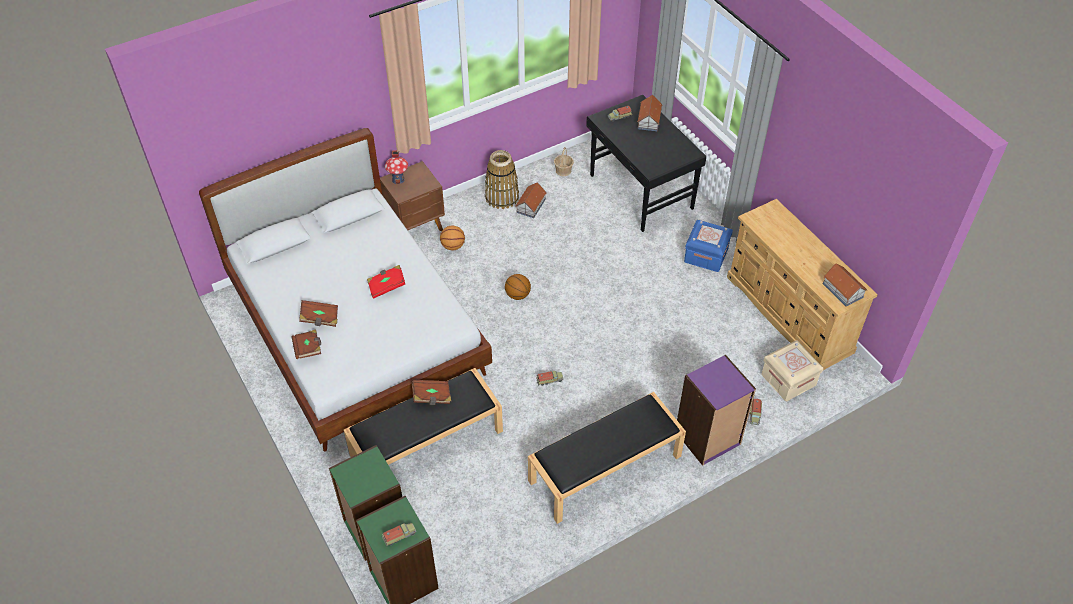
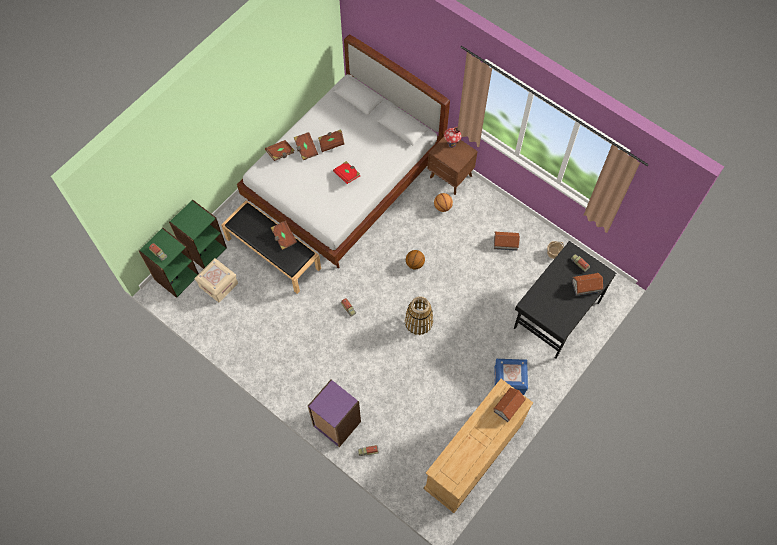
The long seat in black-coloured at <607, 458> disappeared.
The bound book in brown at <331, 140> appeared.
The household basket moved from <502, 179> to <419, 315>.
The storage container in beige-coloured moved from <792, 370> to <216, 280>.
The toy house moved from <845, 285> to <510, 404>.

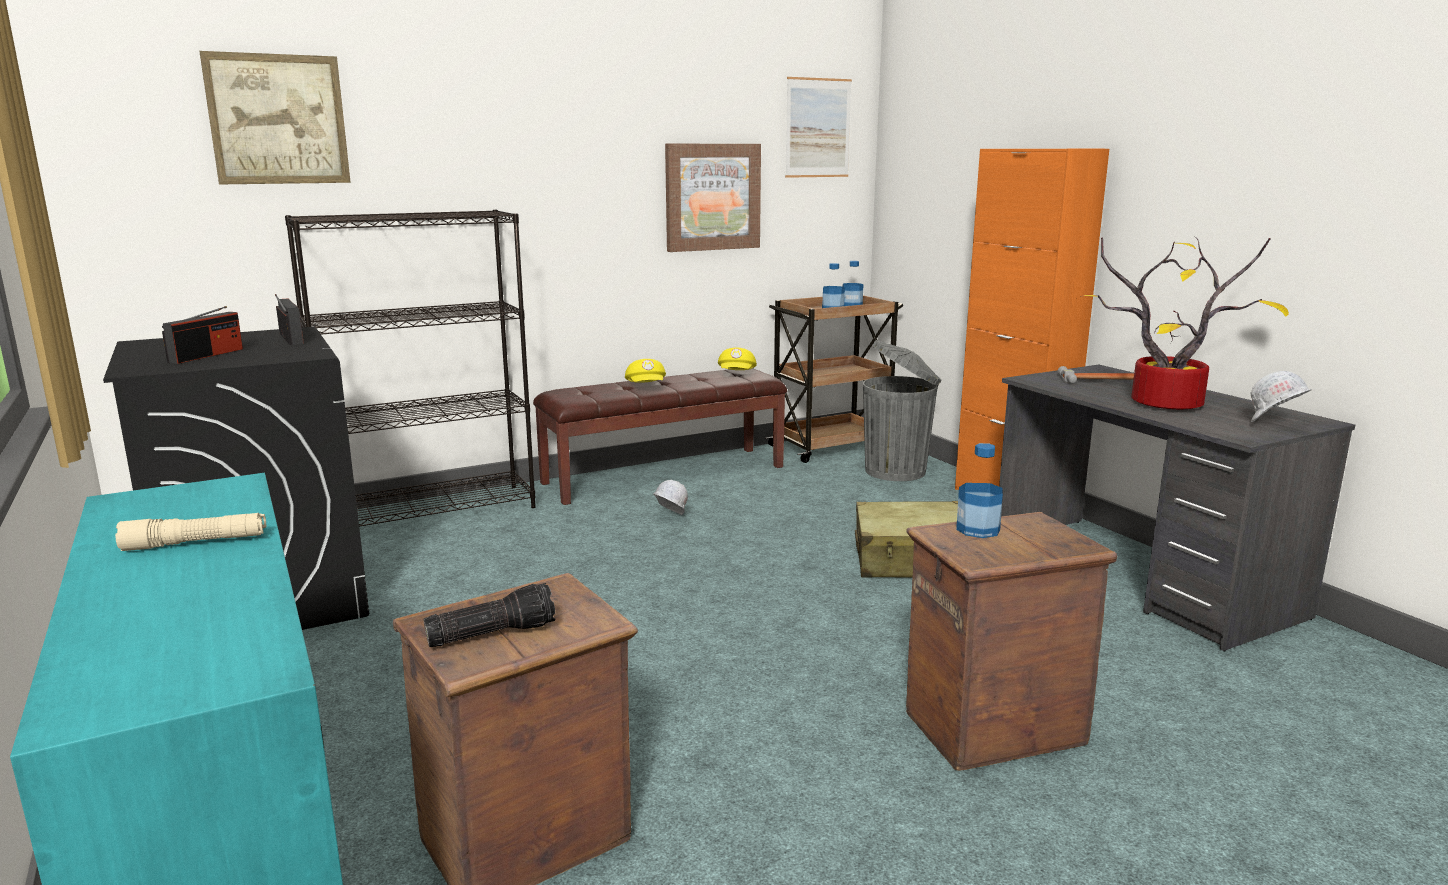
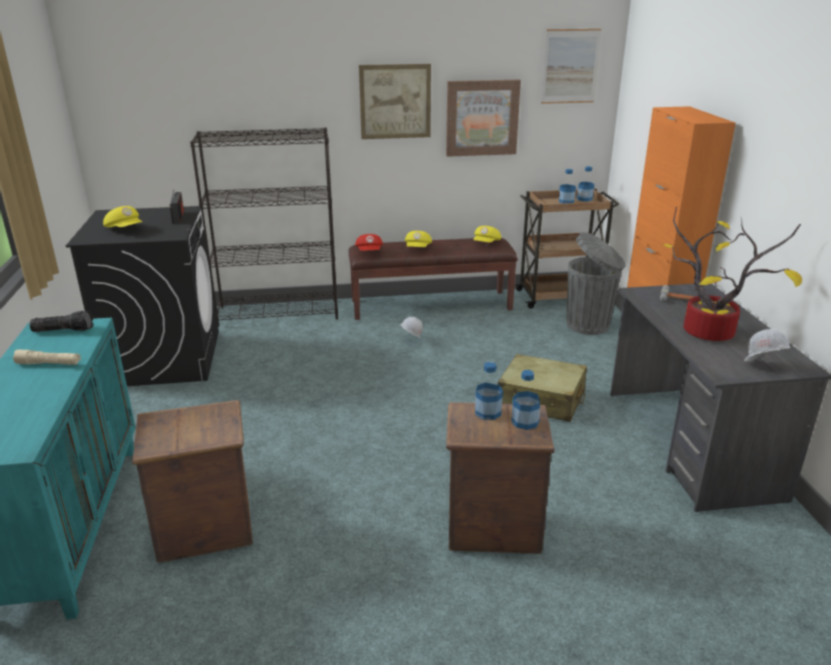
The cap in reddish at <369, 242> appeared.
The drink bottle at <525, 400> appeared.
The picture moved from <275, 118> to <395, 101>.
The flashlight moved from <489, 615> to <61, 321>.
The radio receiver at <202, 335> was replaced by the cap in yellowish at <122, 216>.

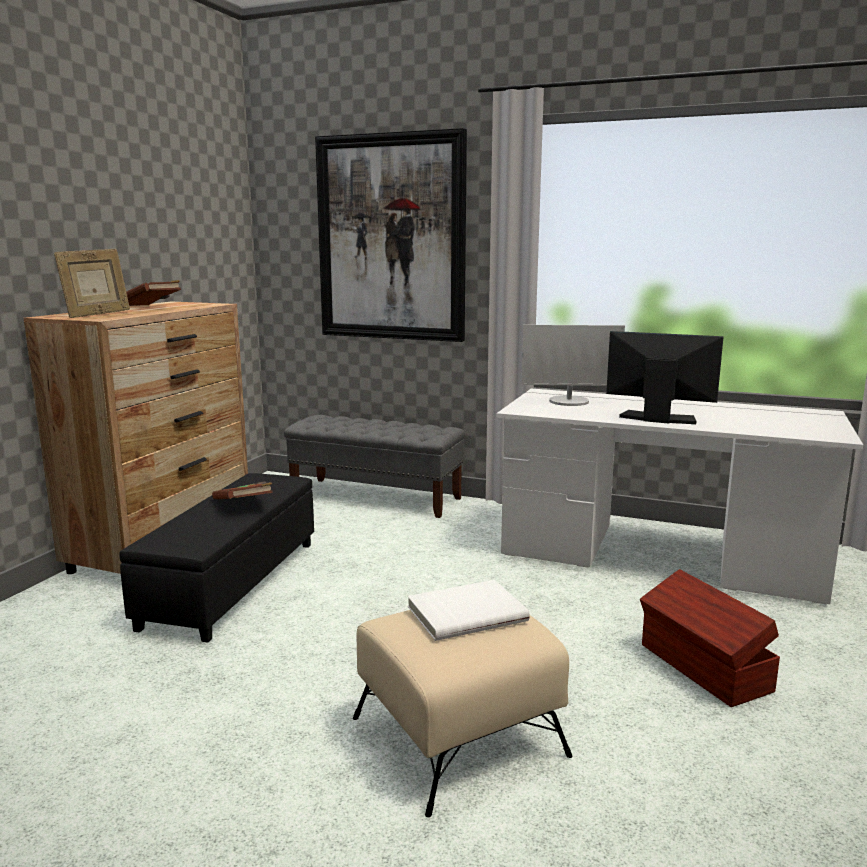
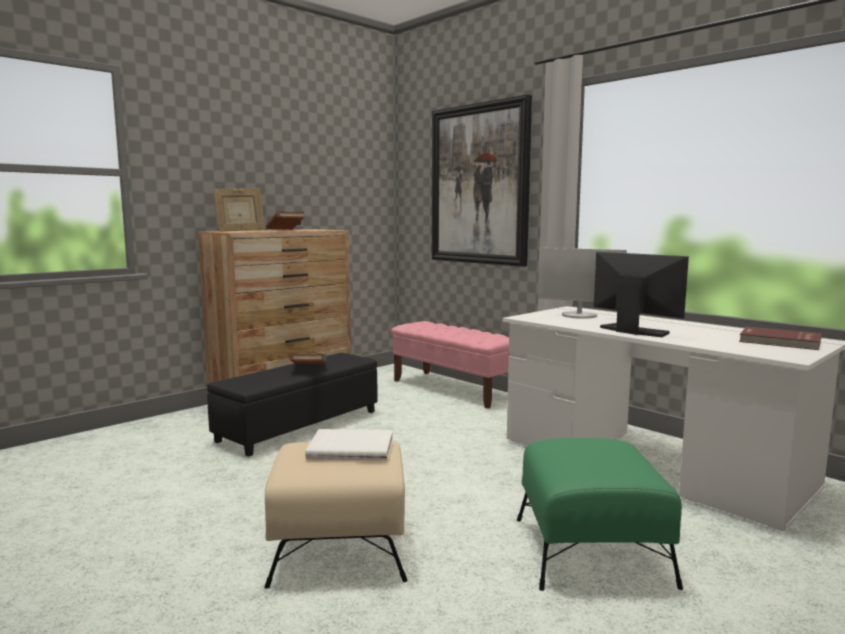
The bound book in reddish at <780, 338> appeared.
The storage container in brown at <710, 638> was replaced by the footrest in green-coloured at <600, 514>.
The long seat in greyish at <374, 466> became the long seat in pink-coloured at <450, 365>.

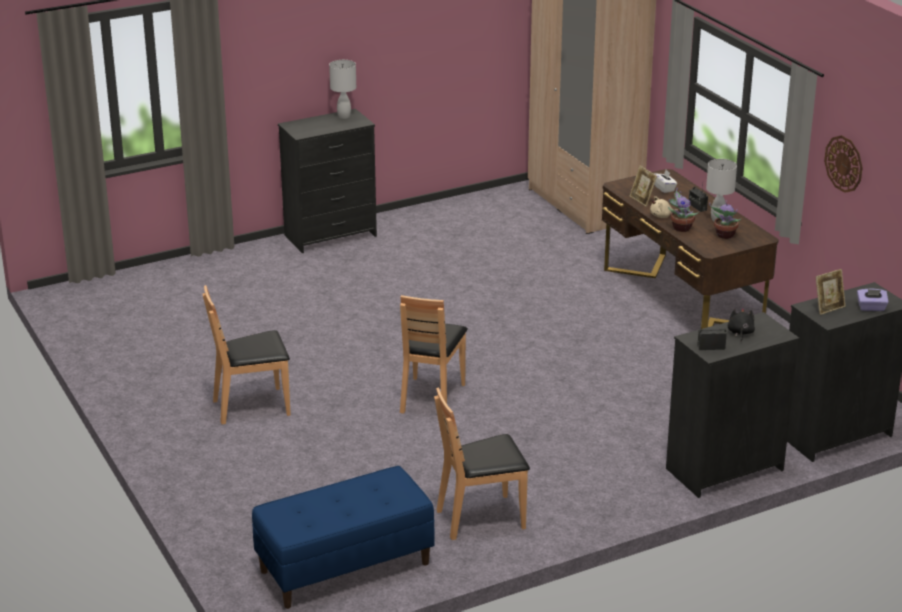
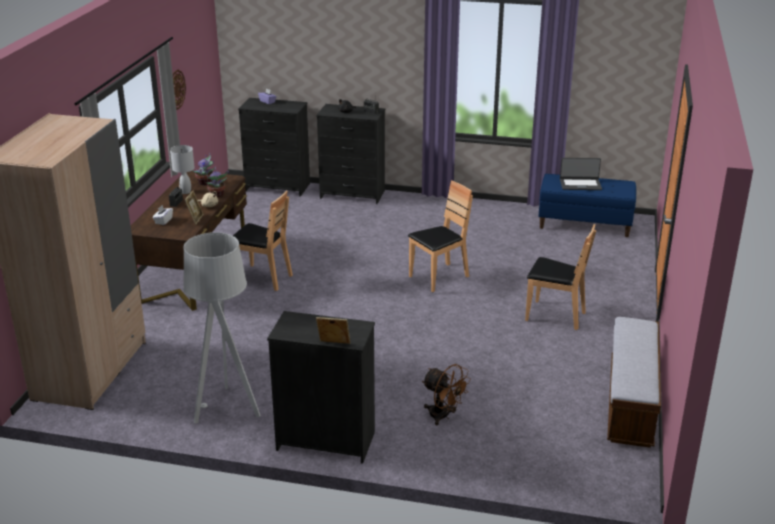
The table lamp in white at <342, 89> disappeared.
The standing lamp in greyish at <222, 327> appeared.
The fan in brown at <446, 394> appeared.
The notebook computer at <581, 174> appeared.
The long seat at <634, 382> appeared.
The upright chair in brown moved from <482, 463> to <263, 241>.
The photo frame moved from <831, 292> to <333, 330>.

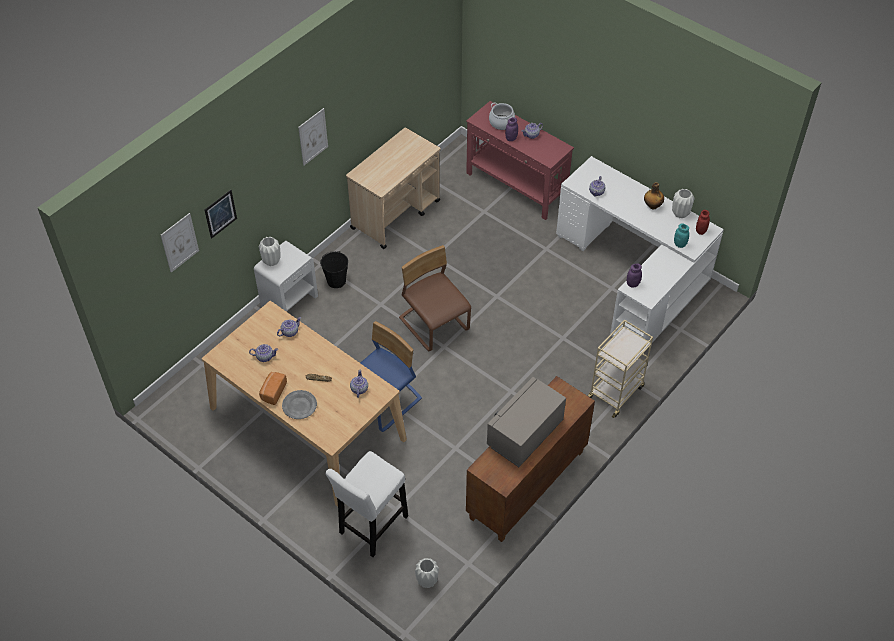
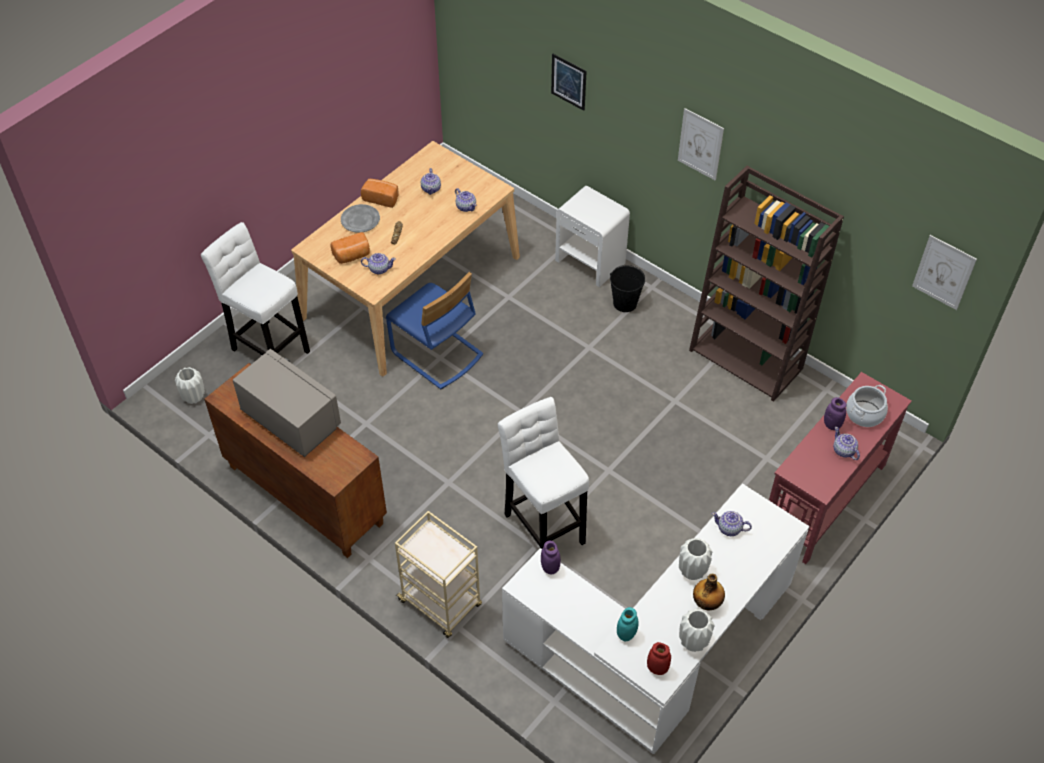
The upright chair in brown at <435, 298> disappeared.
The baked bread at <350, 248> appeared.
The stool seat in white at <543, 473> appeared.
The picture moved from <180, 243> to <944, 272>.
The vase in white moved from <270, 251> to <696, 559>.
The trolley in beige-coloured at <393, 188> was replaced by the shelving unit in brown at <766, 284>.

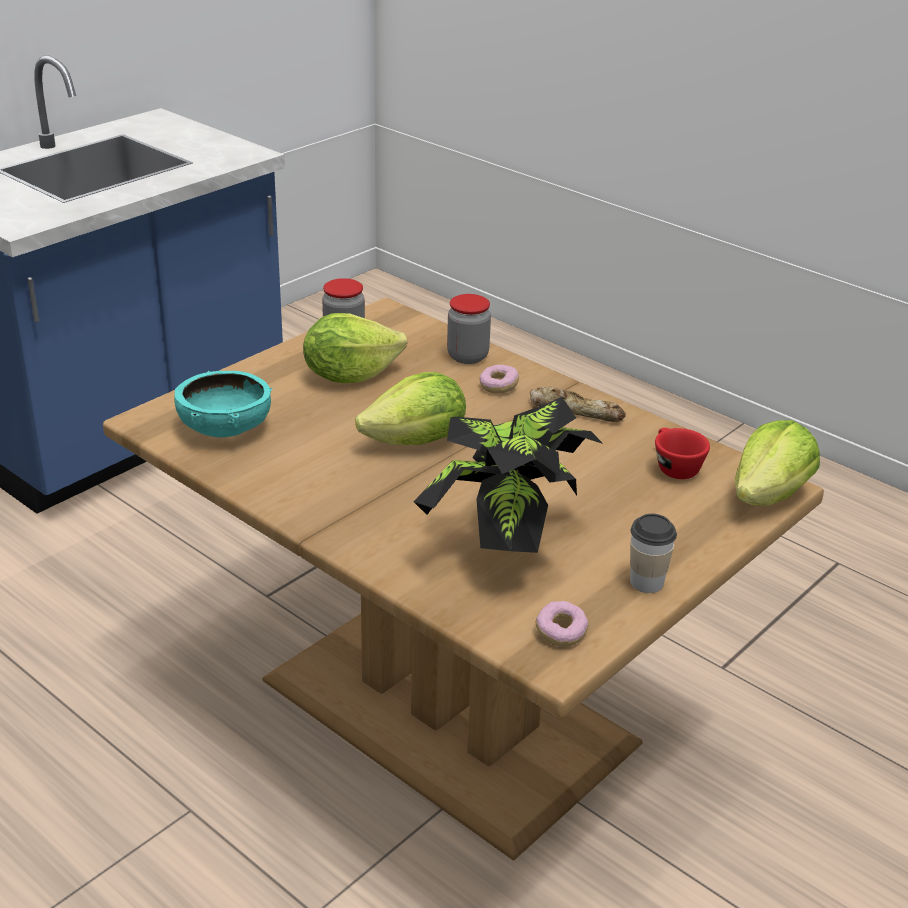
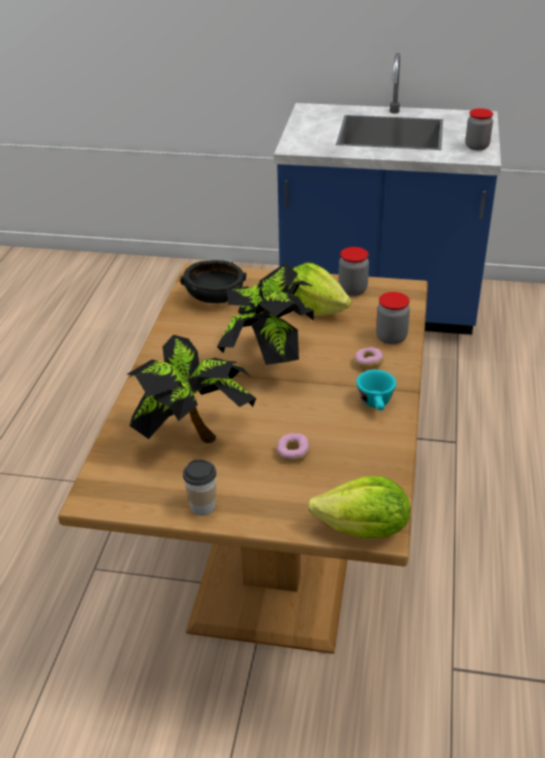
The cup in reddish at <682, 453> disappeared.
The preserve jar at <479, 129> appeared.
The ring doughnut moved from <562, 624> to <293, 447>.
The lettuce head at <410, 408> was replaced by the plant in a pot at <265, 314>.
The baked bread at <578, 404> was replaced by the cup in turquoise-coloured at <376, 390>.
The deep dish in turquoise-coloured at <223, 404> became the deep dish in black-coloured at <213, 281>.

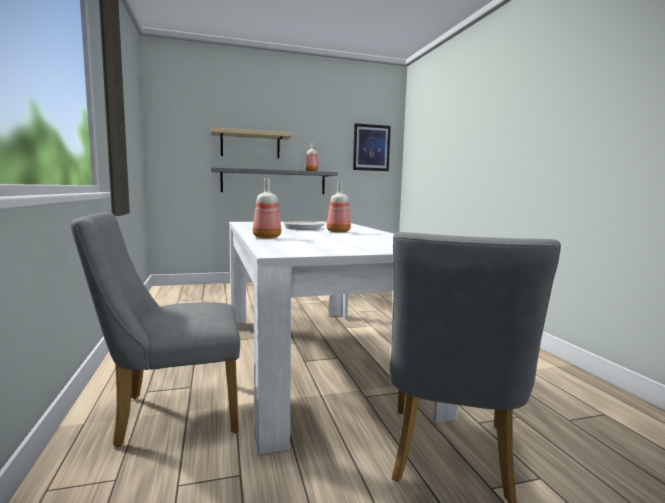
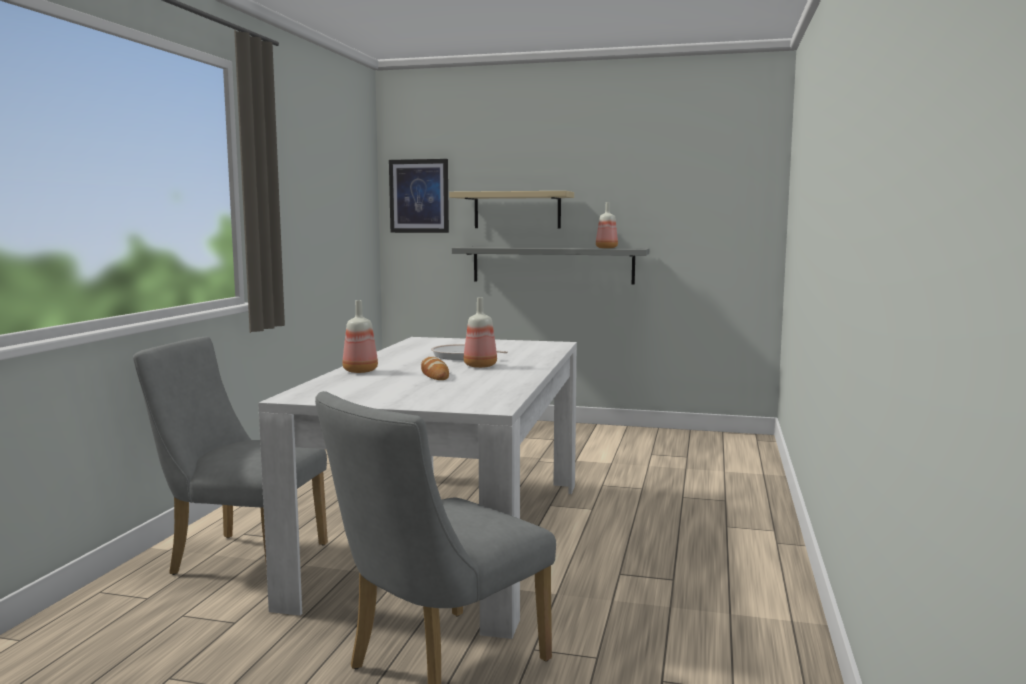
The baked bread at <435, 368> appeared.
The picture moved from <372, 147> to <419, 196>.

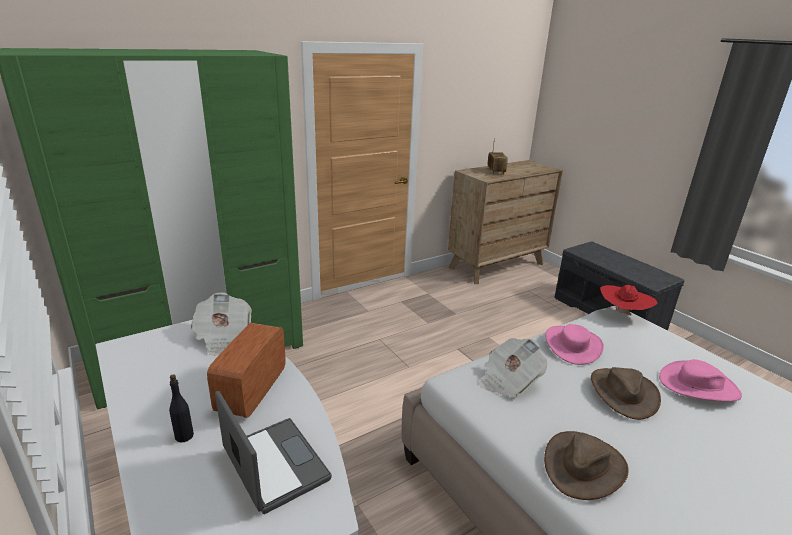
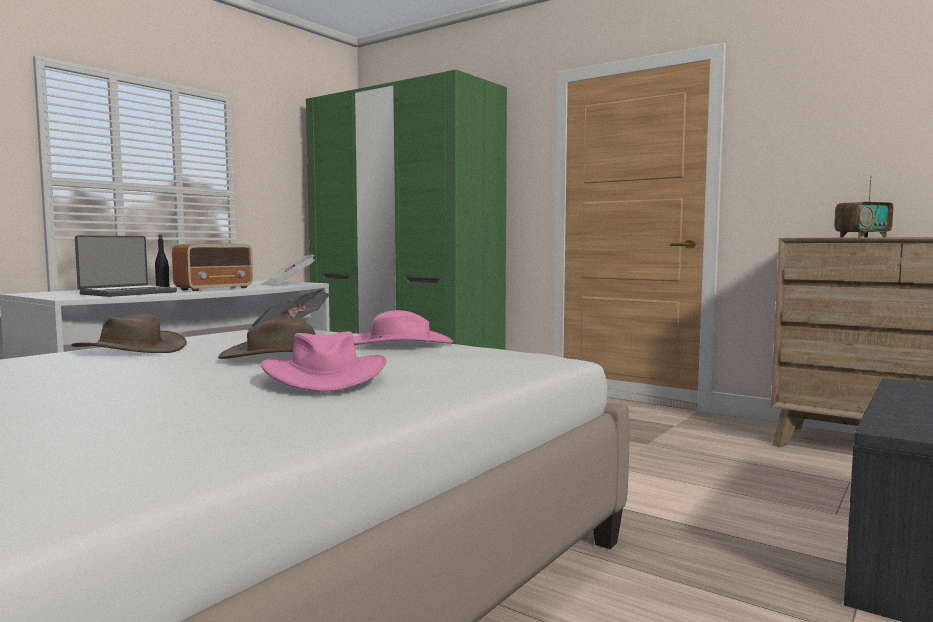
The wearable hat in reddish at <629, 300> disappeared.
The radio receiver at <246, 370> turned 135 degrees clockwise.

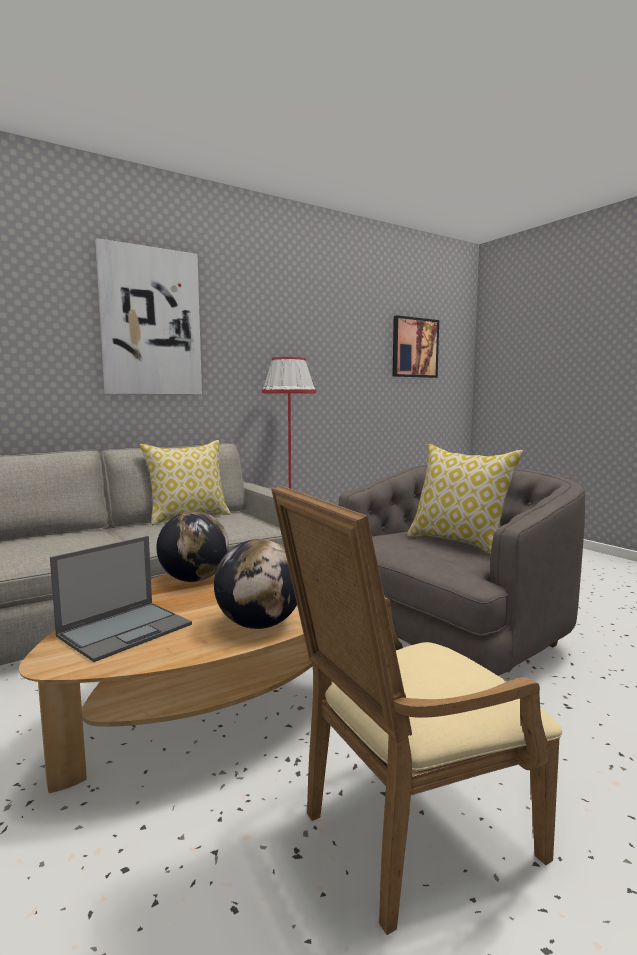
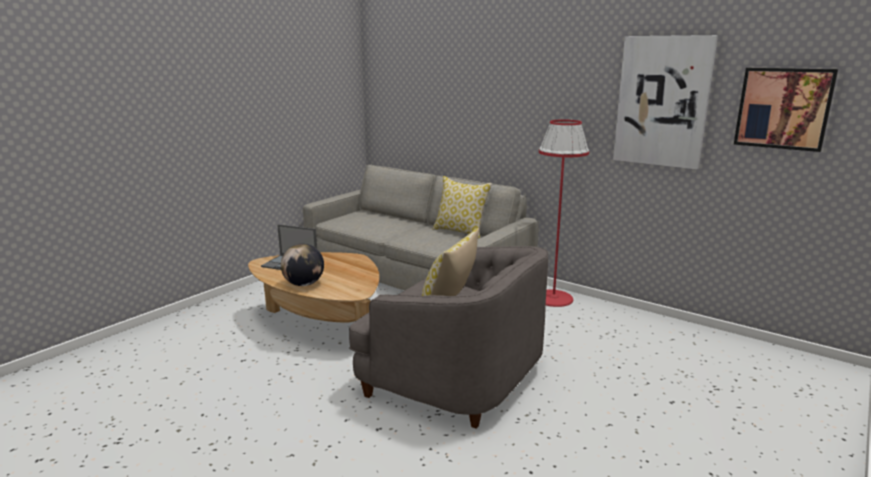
The desk globe at <192, 546> disappeared.
The armchair in beige-coloured at <416, 710> disappeared.
The picture moved from <148, 316> to <665, 102>.

